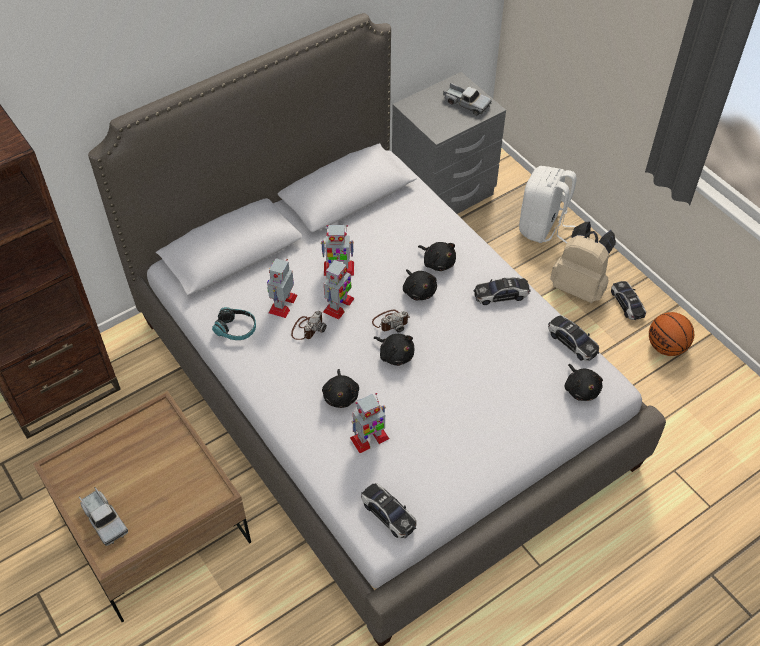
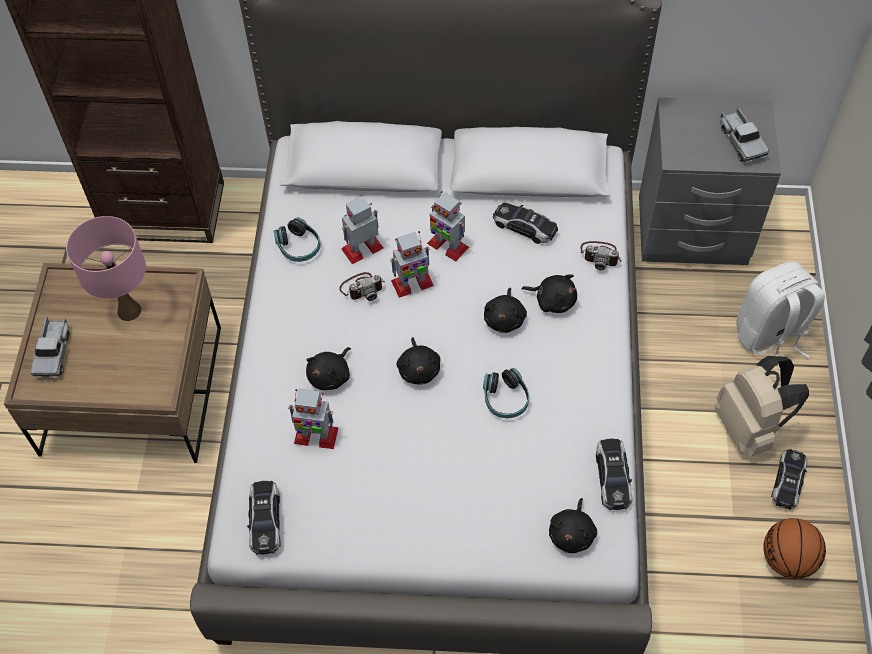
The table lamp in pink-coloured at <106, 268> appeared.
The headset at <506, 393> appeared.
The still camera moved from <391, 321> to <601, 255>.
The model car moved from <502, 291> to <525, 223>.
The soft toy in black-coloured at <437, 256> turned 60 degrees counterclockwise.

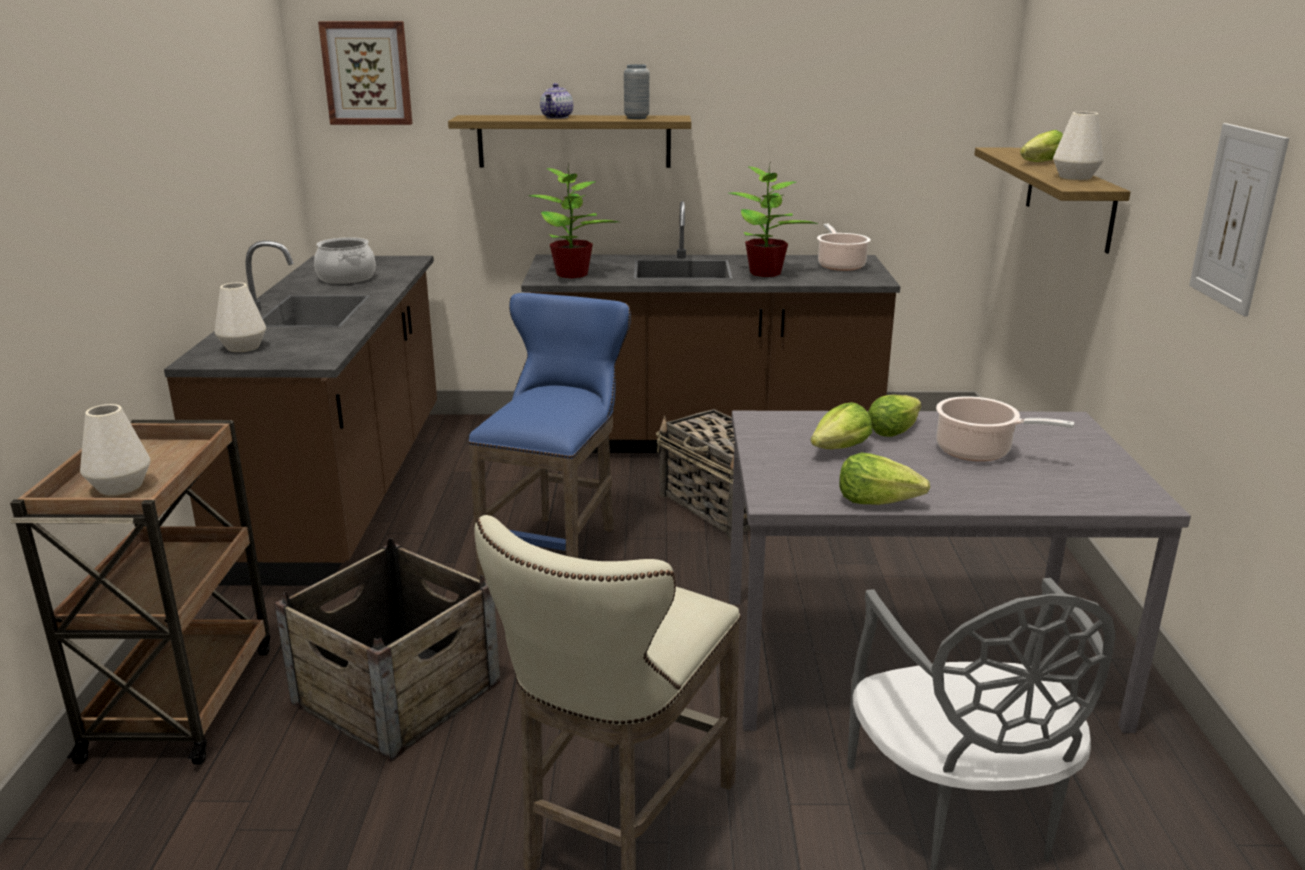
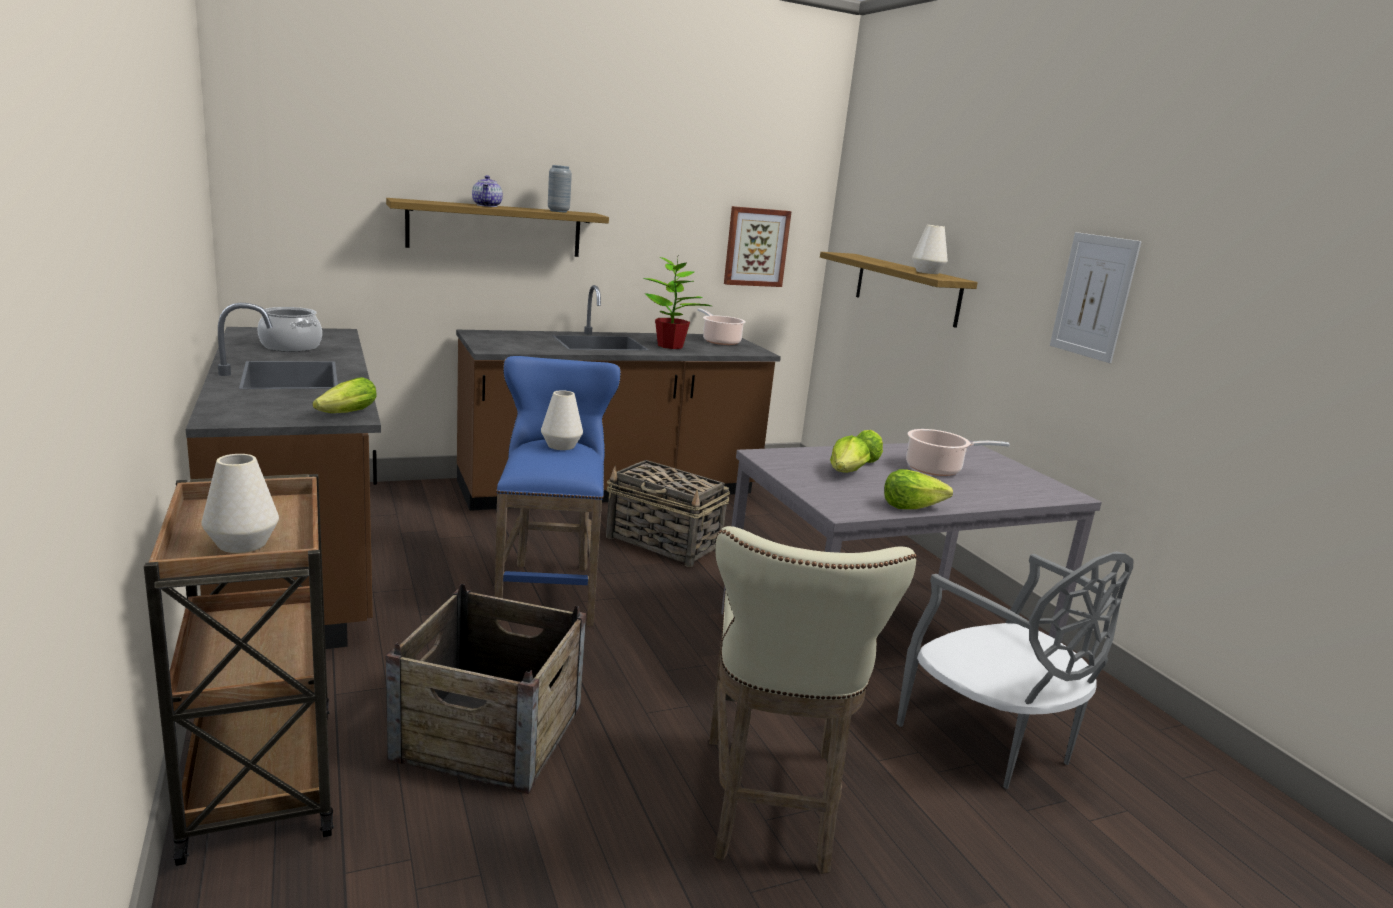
The plant in a pot at <573, 221> disappeared.
The vase in white moved from <240, 317> to <562, 420>.
The picture moved from <365, 73> to <758, 246>.
The lettuce head moved from <1041, 146> to <344, 395>.

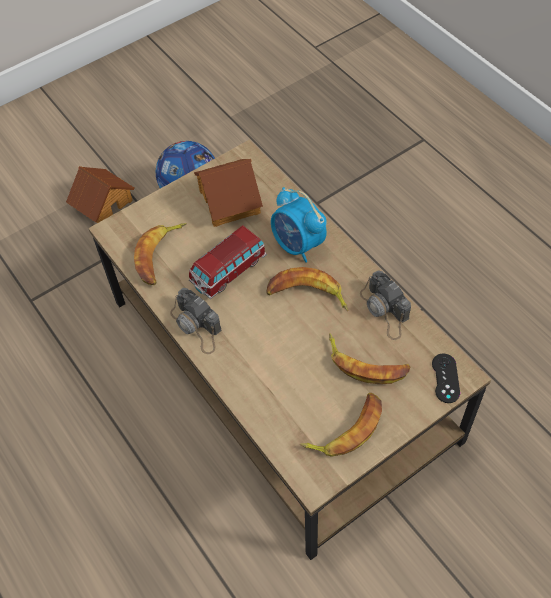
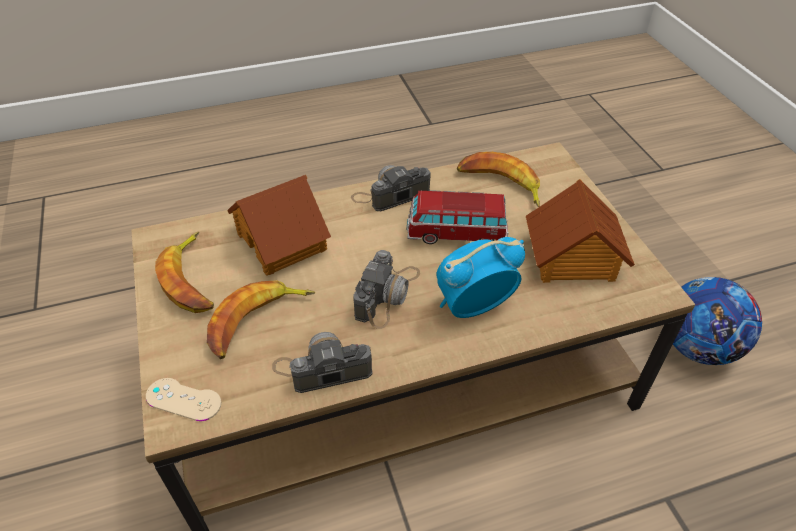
The toy house moved from <100, 194> to <279, 225>.
The whole banana at <307, 289> was replaced by the still camera at <386, 289>.
The gamepad in black-coloured at <446, 378> became the gamepad in beige-coloured at <183, 399>.
The model car at <228, 262> turned 60 degrees counterclockwise.

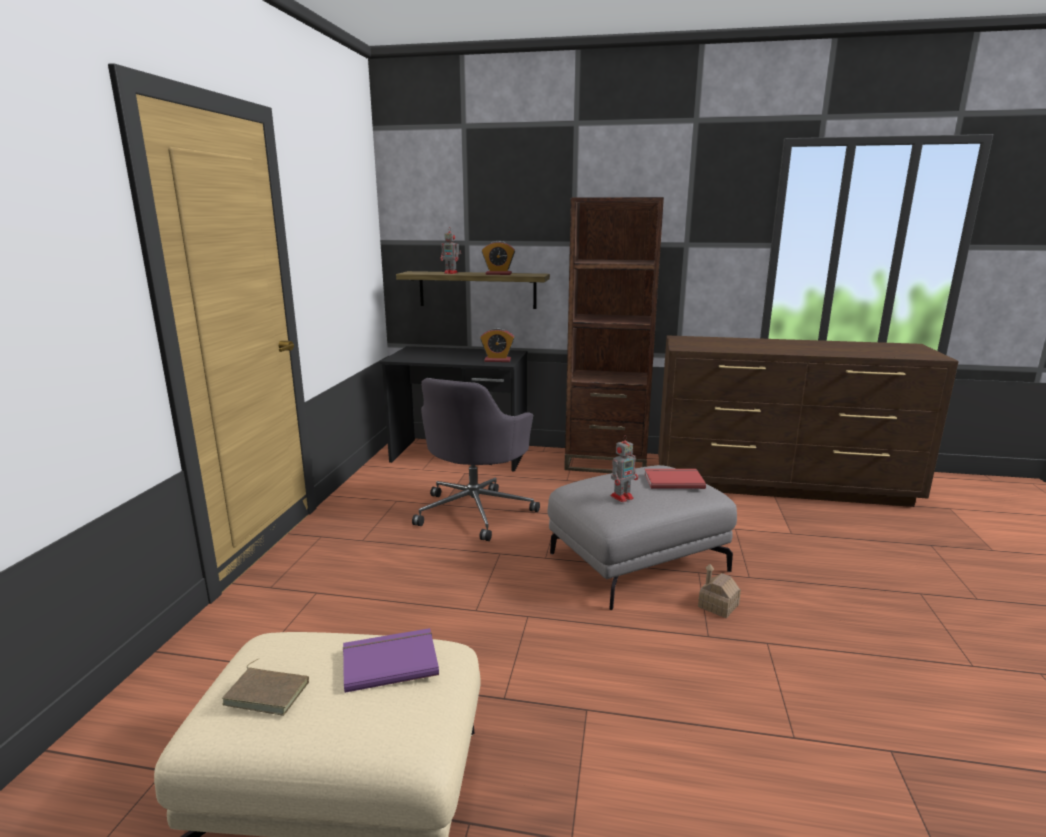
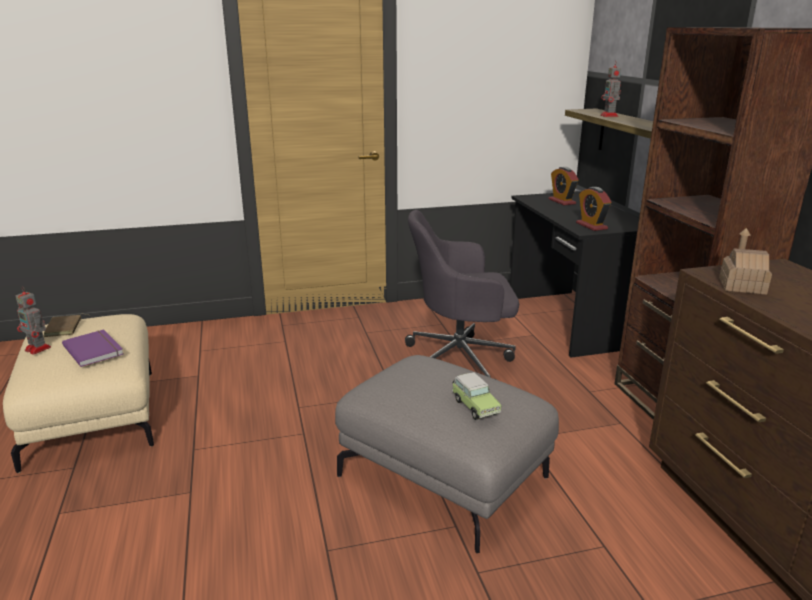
The alarm clock moved from <498, 258> to <564, 186>.
The robot figure moved from <624, 468> to <33, 320>.
The toy house moved from <719, 591> to <745, 261>.
The bound book in reddish at <675, 479> was replaced by the model car at <477, 396>.

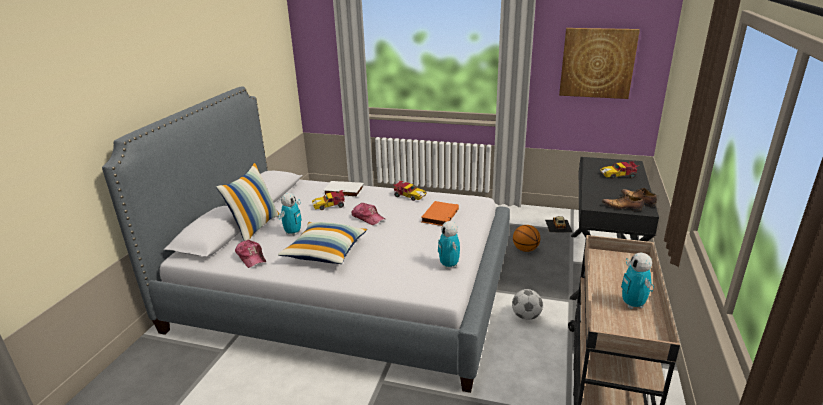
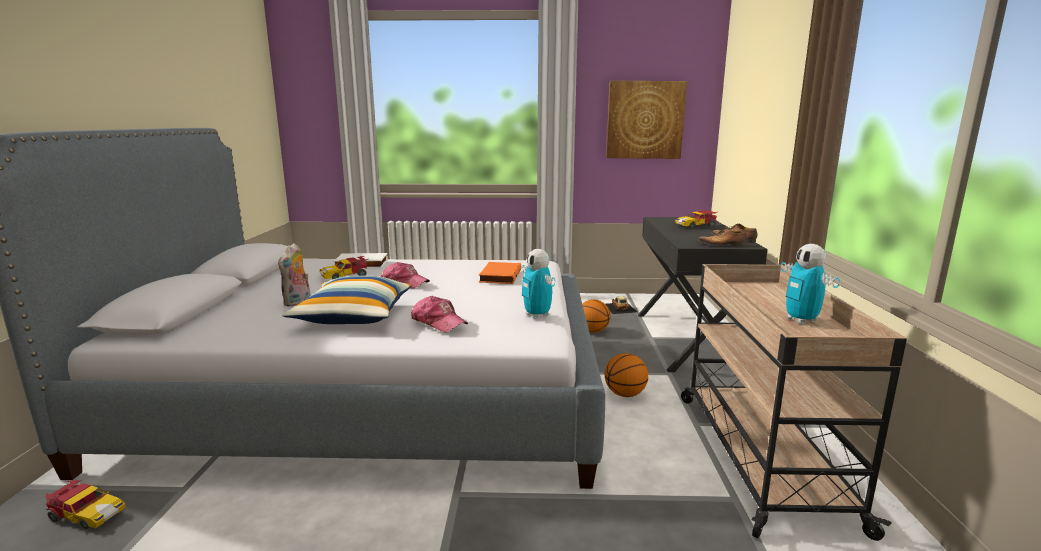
The throw pillow at <248, 202> disappeared.
The cap moved from <250, 254> to <439, 314>.
The model car moved from <410, 191> to <85, 504>.
The robot figure at <290, 214> was replaced by the soft toy at <294, 275>.
The football ball at <527, 304> was replaced by the basketball at <626, 375>.

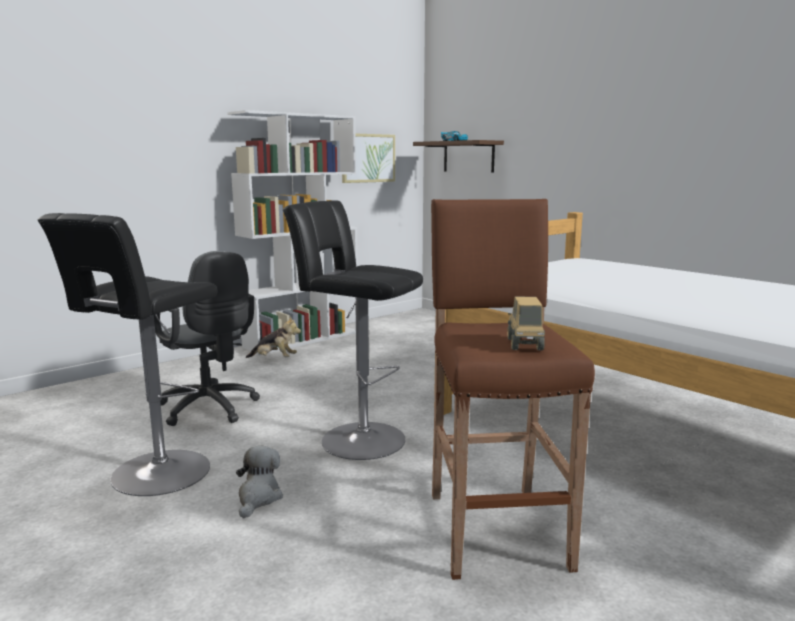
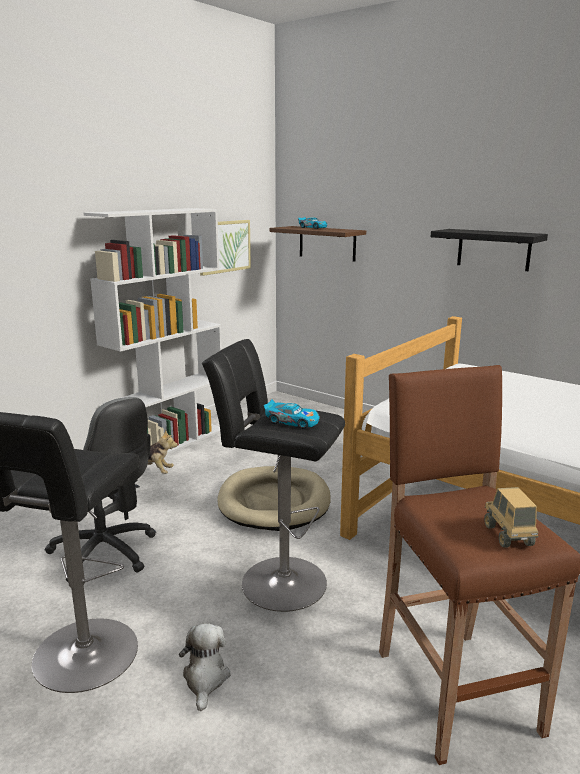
The dog cushion in beige-coloured at <274, 498> appeared.
The model car at <291, 414> appeared.
The shelf in black-coloured at <489, 250> appeared.

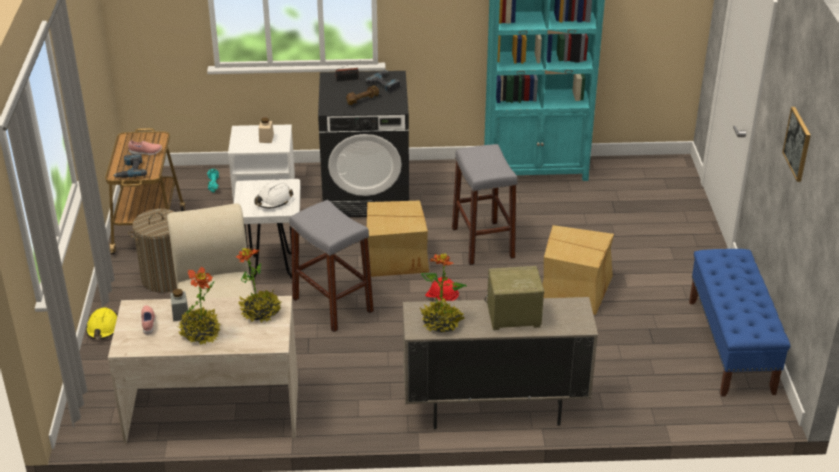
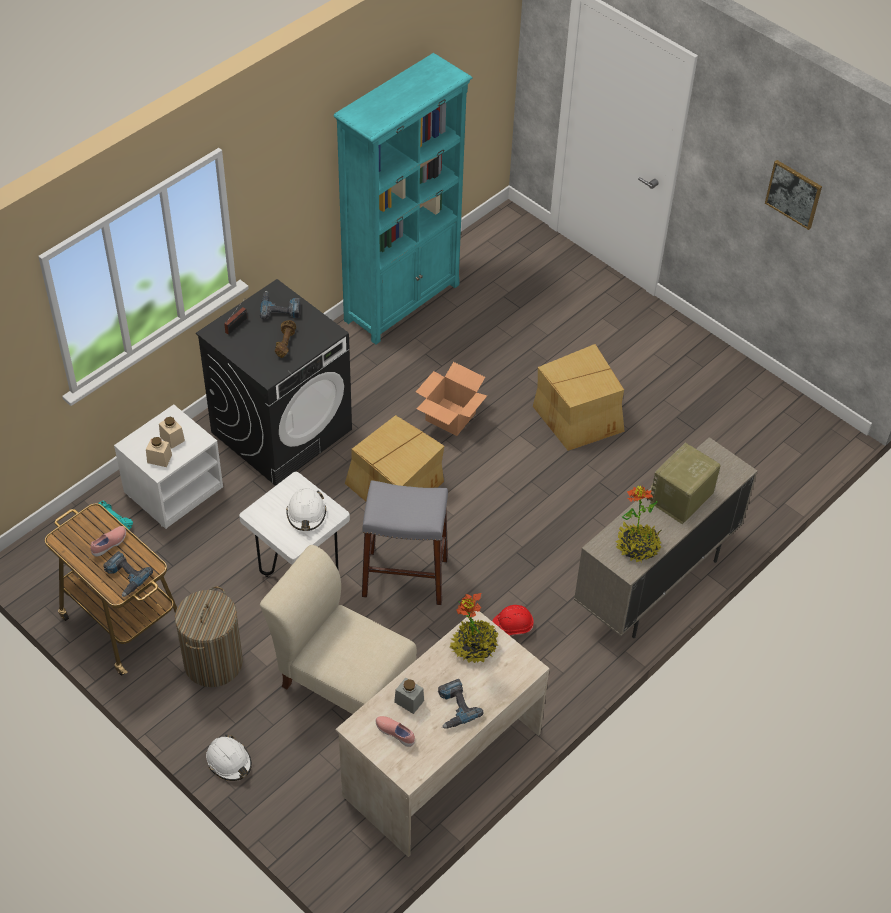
The long seat in bluish at <740, 323> disappeared.
The preserve jar in beige-coloured at <159, 452> appeared.
The safety helmet in reddish moved from <442, 289> to <513, 620>.
The plant in a pot at <199, 306> was replaced by the power drill at <461, 704>.
The stool seat in greyish at <485, 204> was replaced by the cardboard box at <451, 399>.
The safety helmet in yellowish at <102, 323> became the safety helmet in white at <229, 757>.

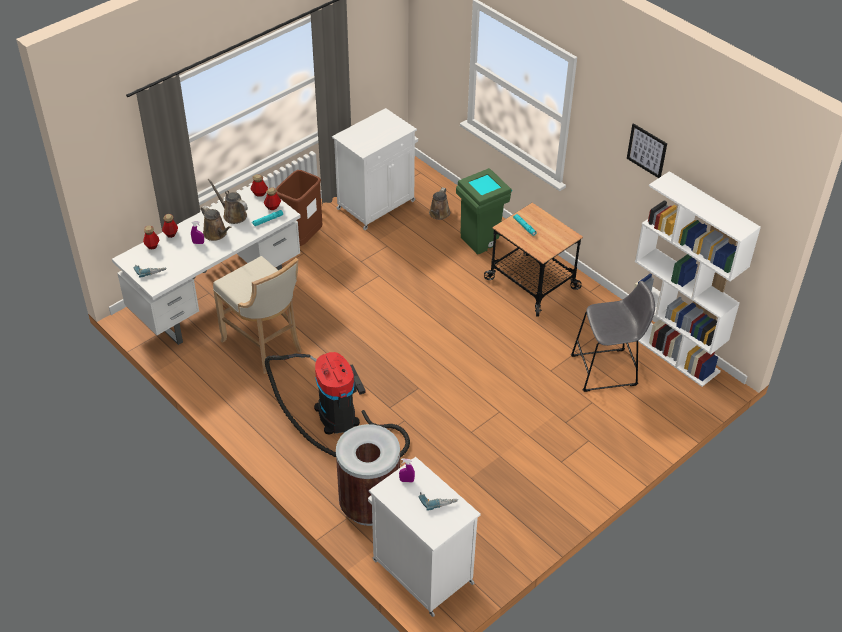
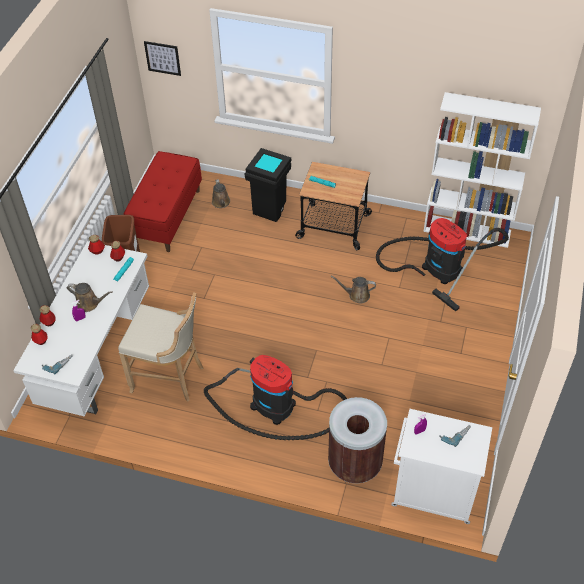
The sprinkling can in brown moved from <227, 201> to <353, 289>.
The picture moved from <647, 150> to <162, 58>.
The storage cabinet in white at <375, 169> was replaced by the long seat in reddish at <162, 201>.
The stool seat in greyish at <613, 336> was replaced by the vacuum cleaner at <442, 265>.
The waste bin in green-coloured at <484, 211> became the waste bin in black-coloured at <268, 185>.

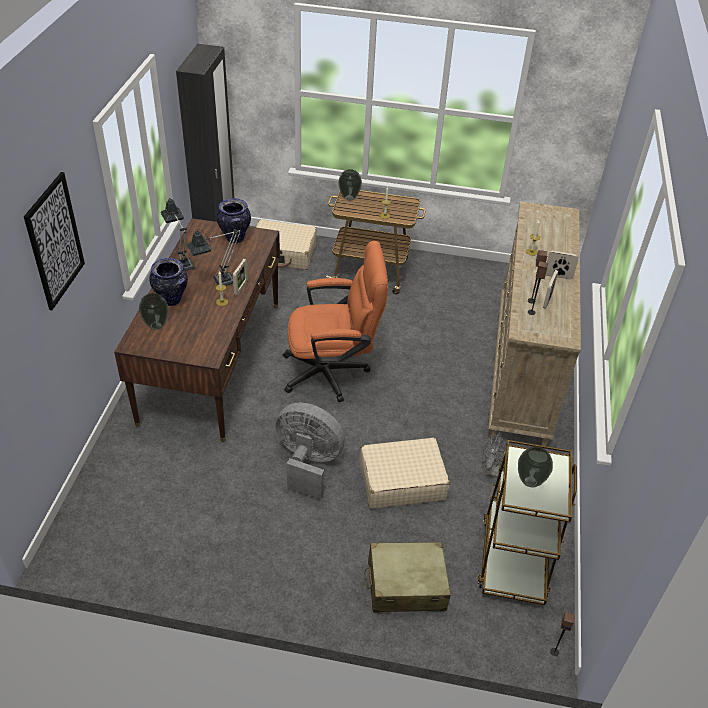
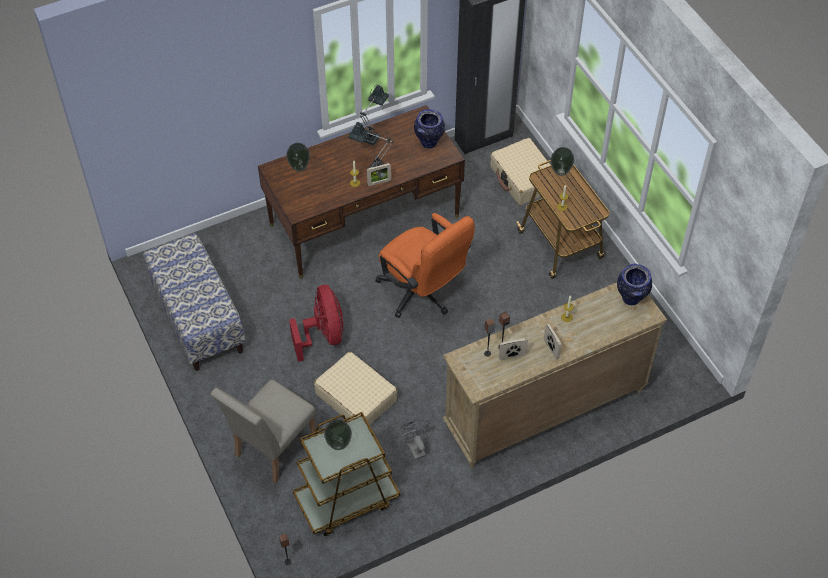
The picture at <54, 241> disappeared.
The long seat at <194, 302> appeared.
The vase moved from <168, 282> to <634, 284>.
The piece of luggage in beige-coloured at <407, 577> was replaced by the upright chair in beige-coloured at <263, 431>.
The fan in greyish at <310, 451> became the fan in reddish at <316, 323>.

